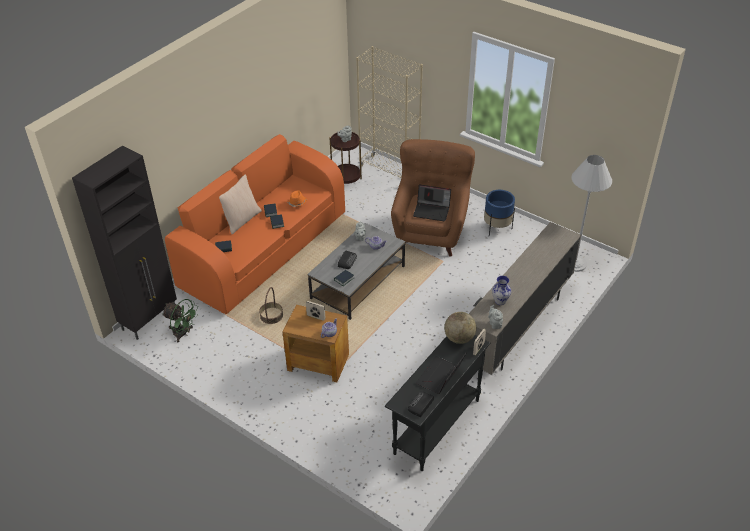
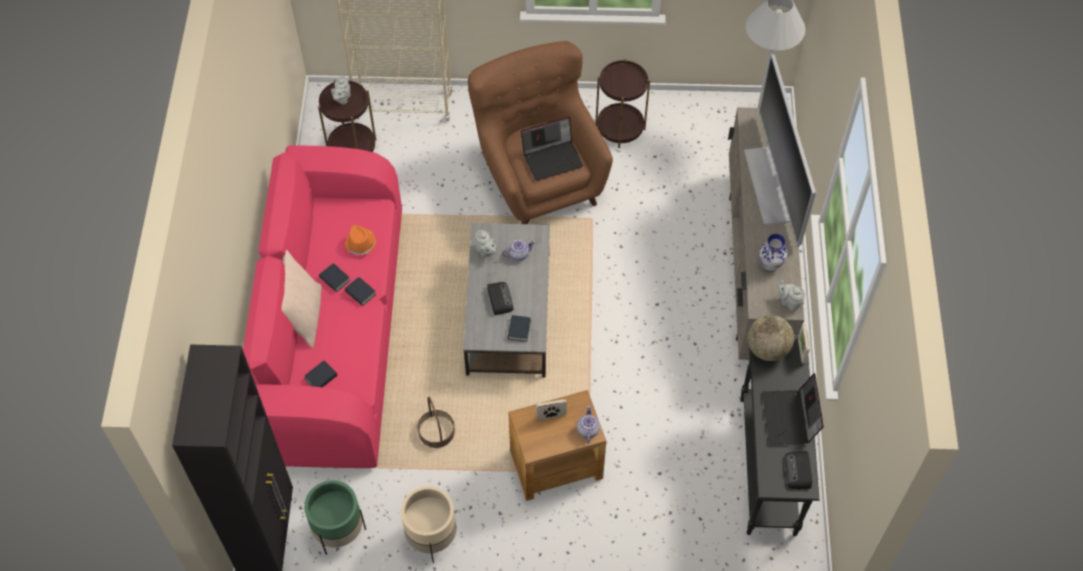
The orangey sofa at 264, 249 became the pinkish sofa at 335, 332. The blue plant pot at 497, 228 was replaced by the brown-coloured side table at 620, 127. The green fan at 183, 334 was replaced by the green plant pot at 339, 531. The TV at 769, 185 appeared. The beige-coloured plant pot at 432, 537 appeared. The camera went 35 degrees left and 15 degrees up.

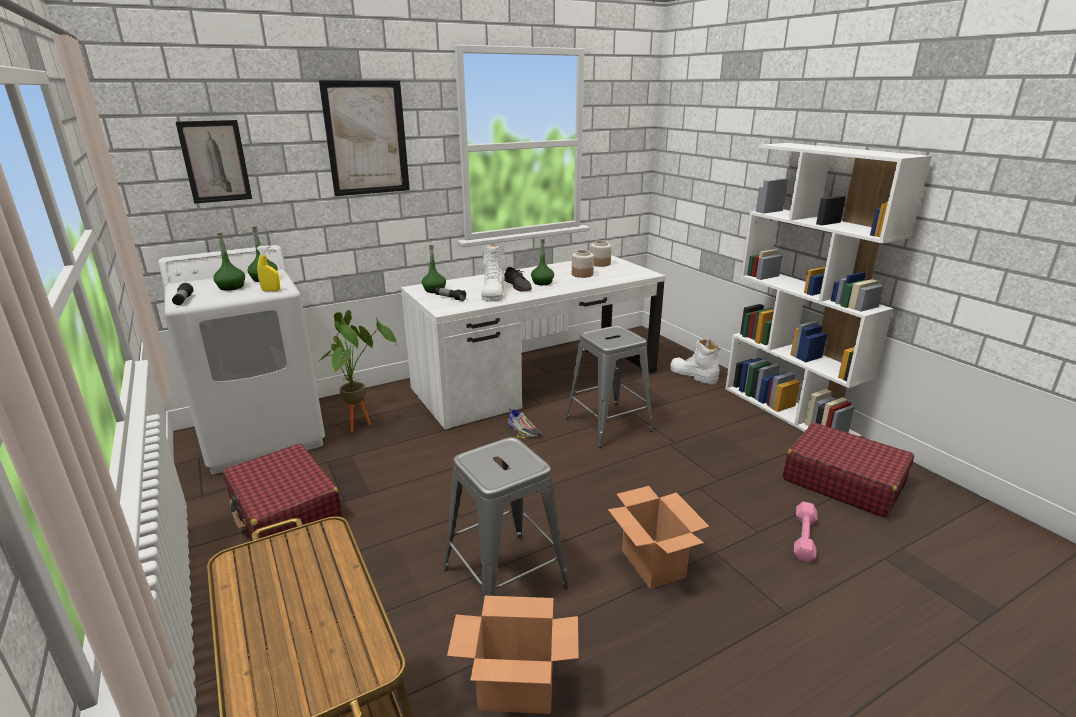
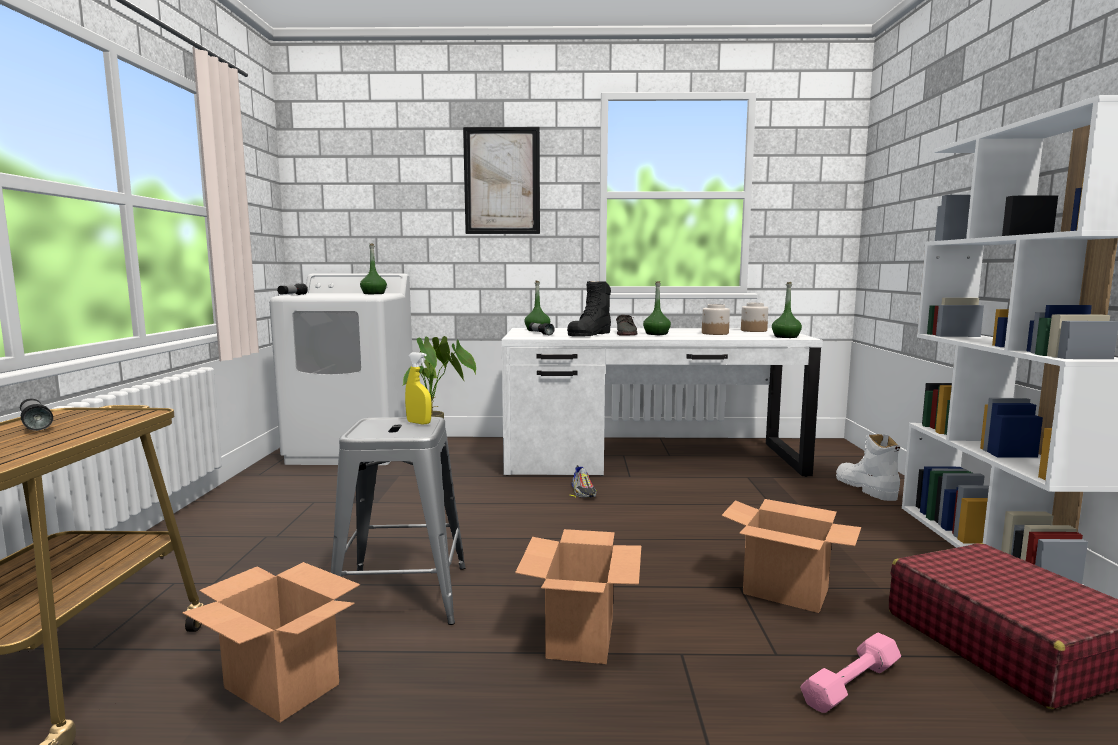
The wall art at 215, 161 disappeared. The green bottle moved from 231, 287 to 785, 337. The whitish boot at 493, 292 became the blackish boot at 590, 334. The yellow-coloured sprayer moved from 271, 290 to 419, 423. The gray sitting stool at 608, 424 disappeared. The red travel case at 285, 510 disappeared. The flashlight at 35, 424 appeared. The carton at 786, 592 appeared. The camera went 30 degrees right and 15 degrees down.

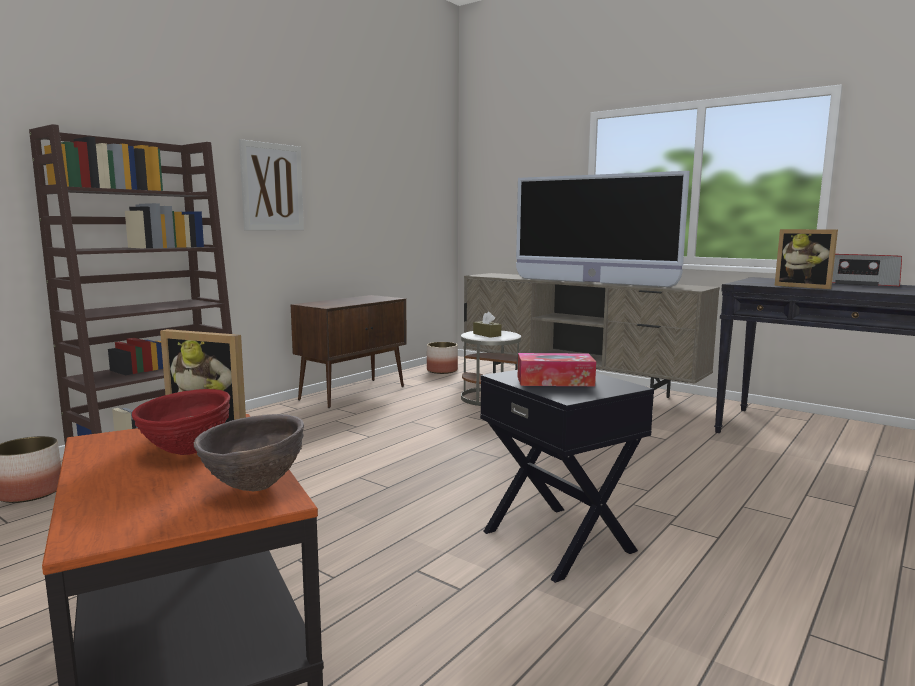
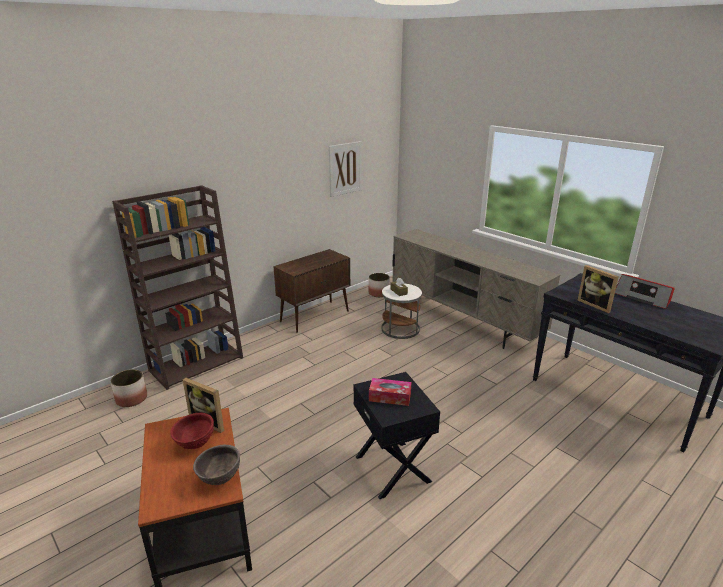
The wall art moved from 272, 187 to 345, 168. The TV at 592, 282 disappeared. The camera went 10 degrees right and 15 degrees up.

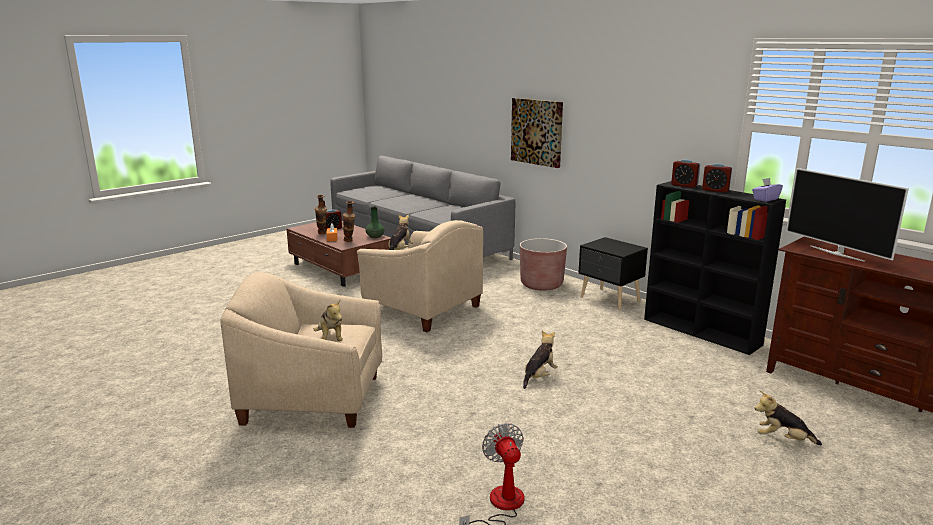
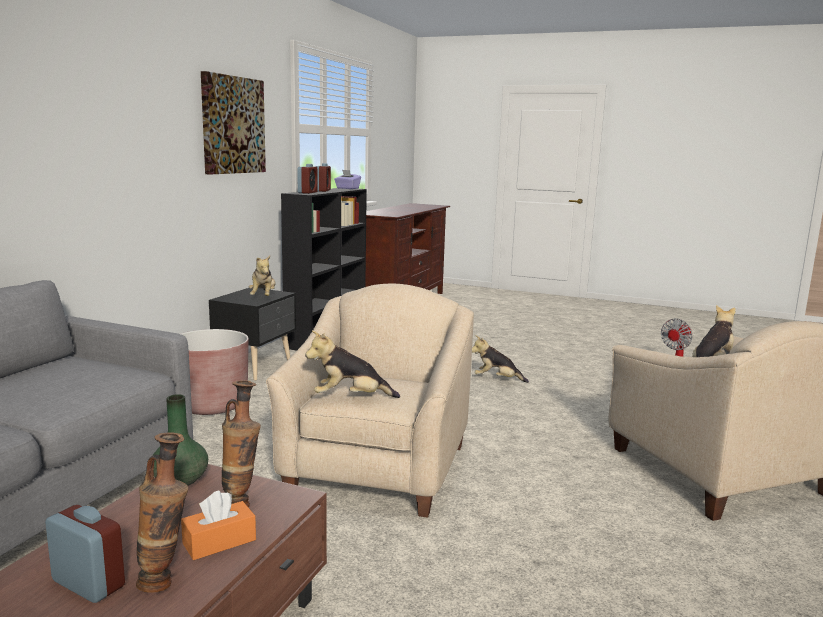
The wall art moved from 537, 132 to 232, 125. The TV at 837, 253 disappeared. The cuddly toy moved from 782, 439 to 263, 297. The camera went 115 degrees left and 5 degrees down.

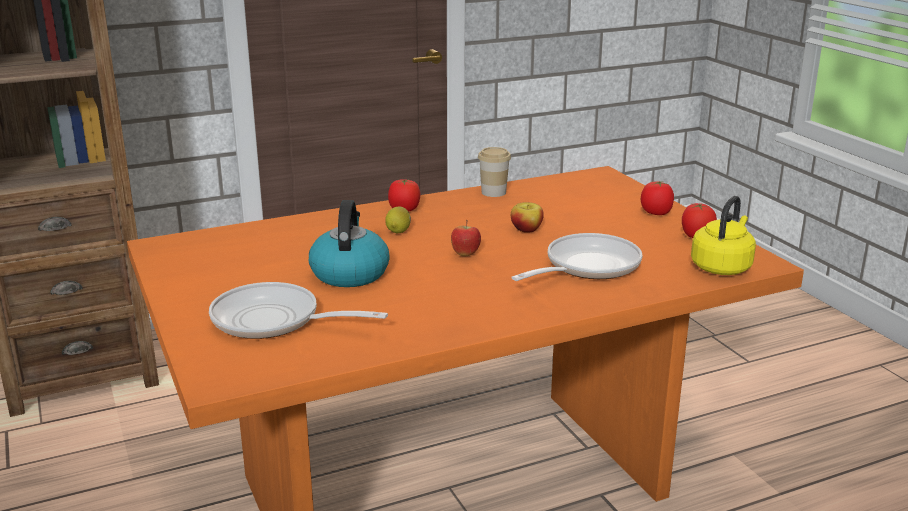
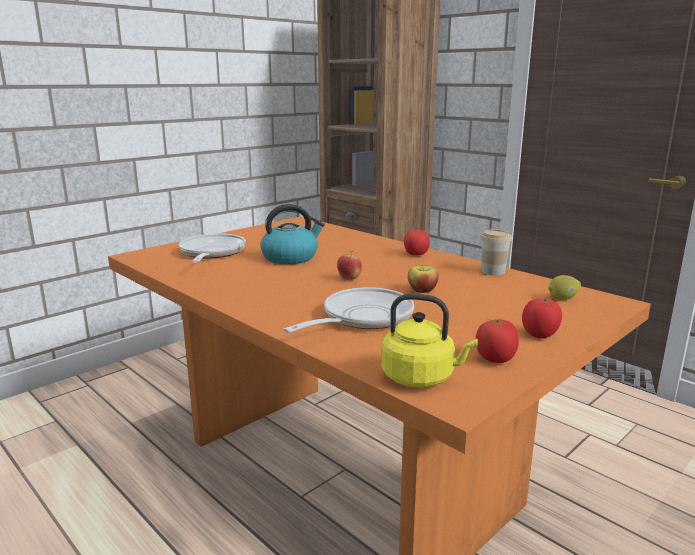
The citrus fruit moved from 398, 231 to 562, 299. The skillet at 586, 267 turned 75 degrees counterclockwise. The camera went 70 degrees right and 5 degrees down.

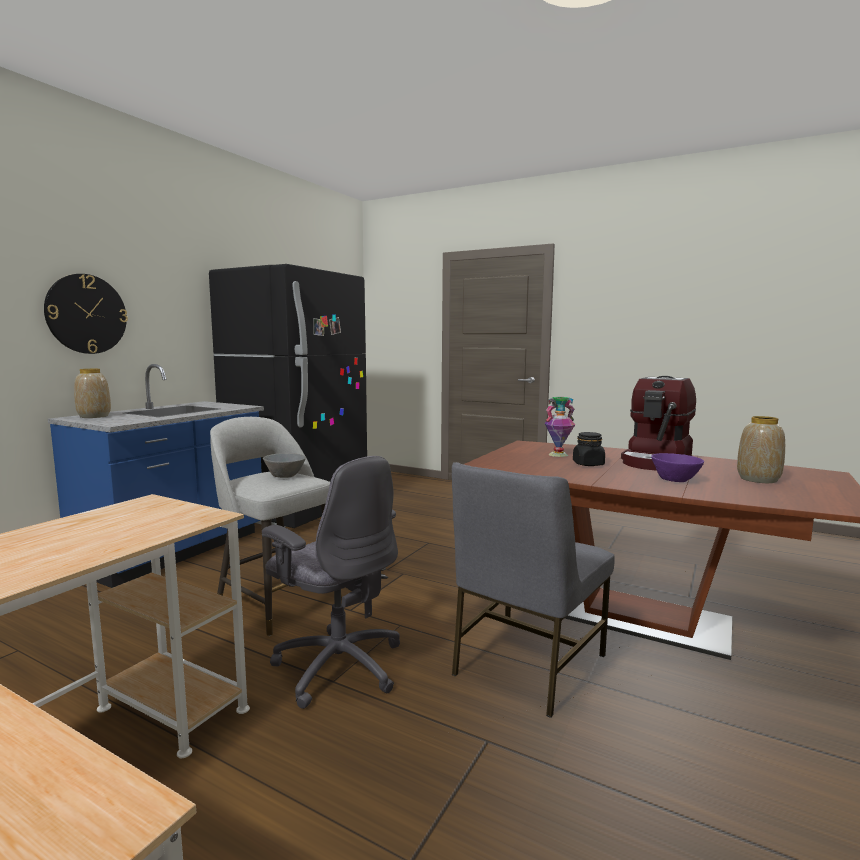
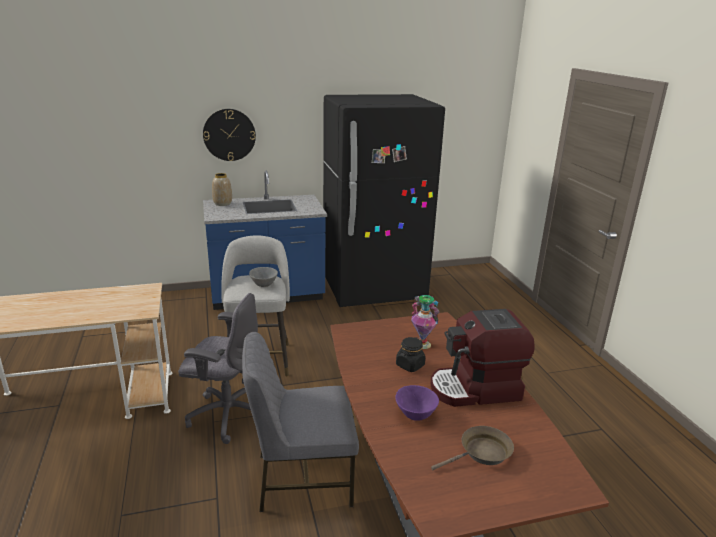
The flower vase at 758, 479 was replaced by the brown-coloured skillet at 482, 453. The gray office chair at 338, 665 turned 75 degrees counterclockwise. The camera went 45 degrees right and 15 degrees up.

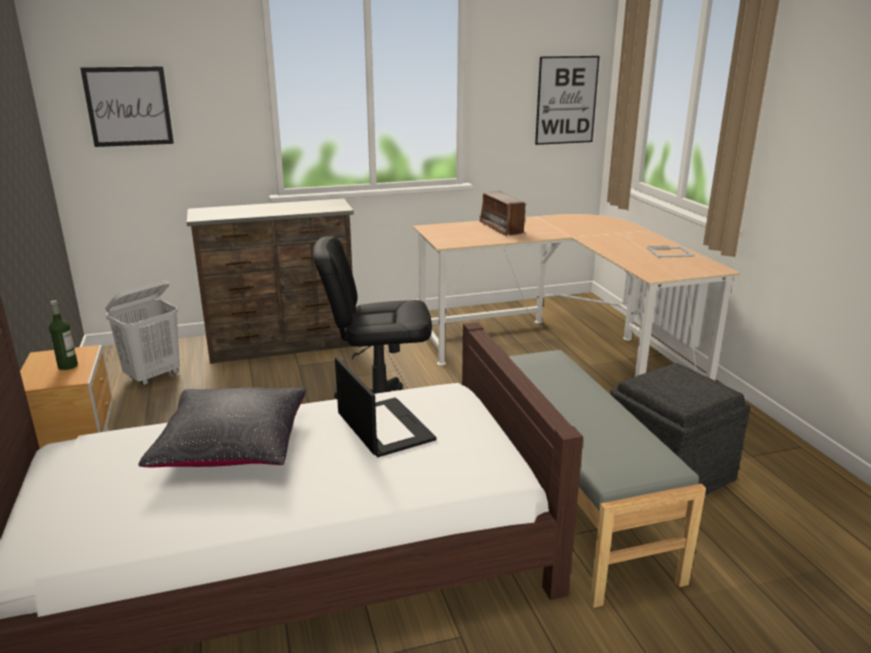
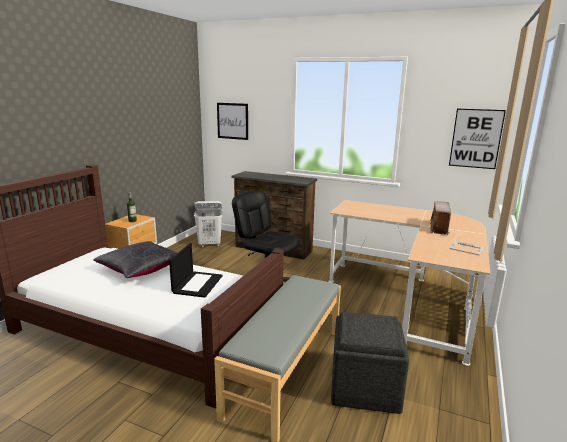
The radio moved from 502, 228 to 439, 228. The camera went 40 degrees right and 5 degrees down.

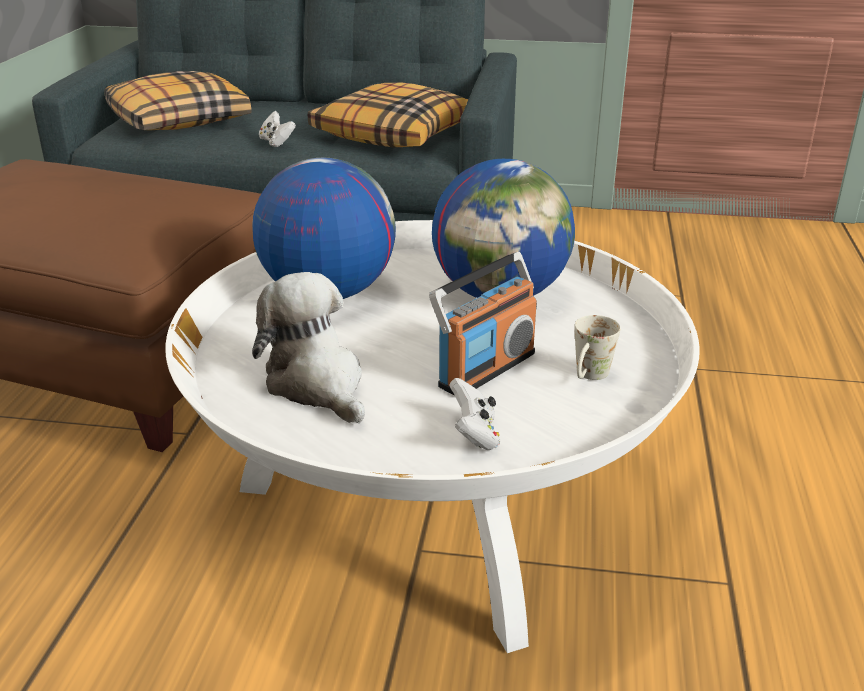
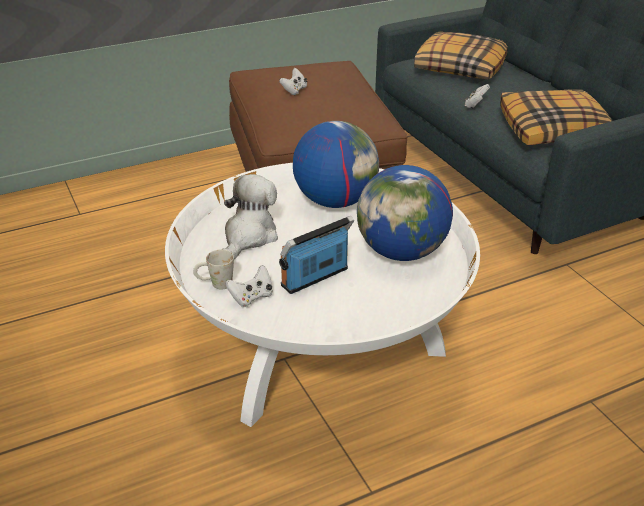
The radio at 486, 369 turned 135 degrees clockwise. The whitish mug moved from 589, 377 to 215, 284. The whitish joypad at 294, 91 appeared. The camera went 55 degrees right and 5 degrees up.

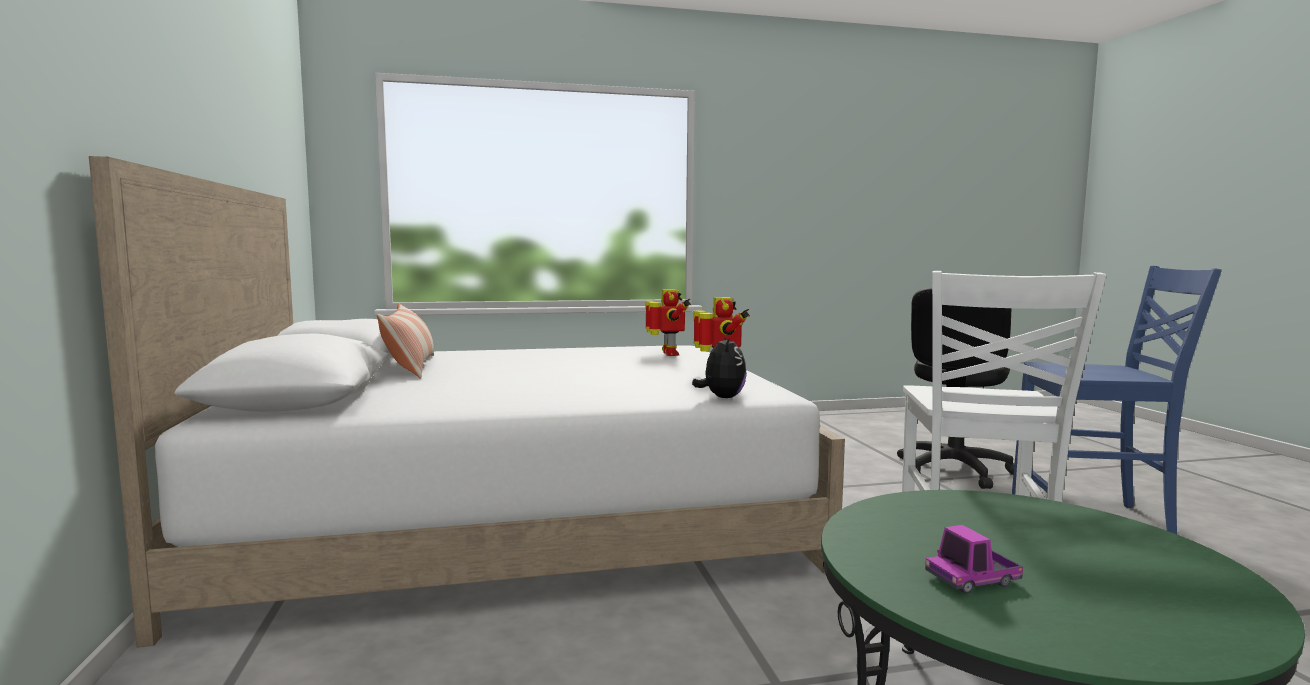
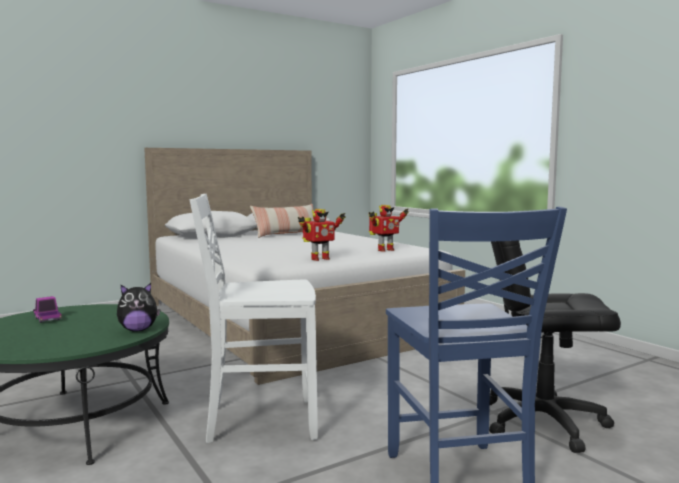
The cuddly toy moved from 721, 397 to 138, 330. The camera went 70 degrees right and 0 degrees up.

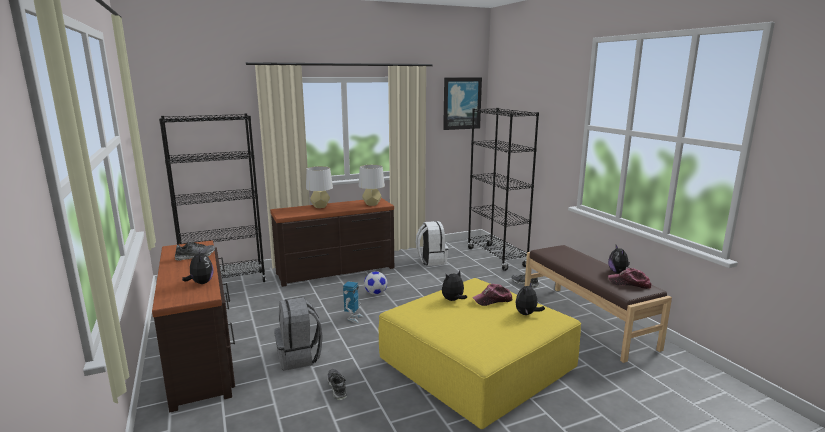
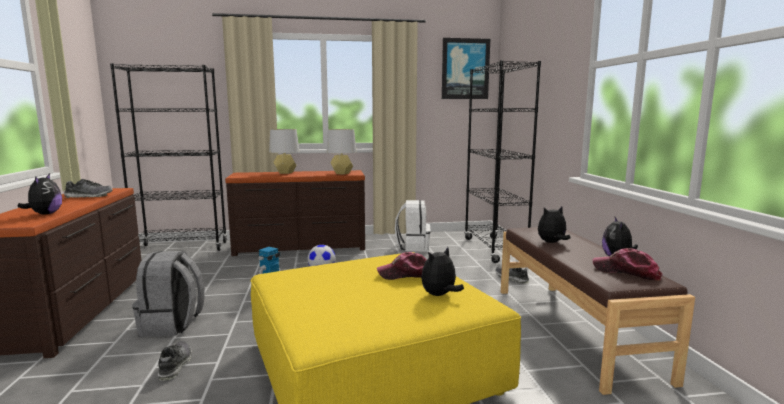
The cuddly toy moved from 453, 300 to 552, 243. The camera went 15 degrees right and 5 degrees down.

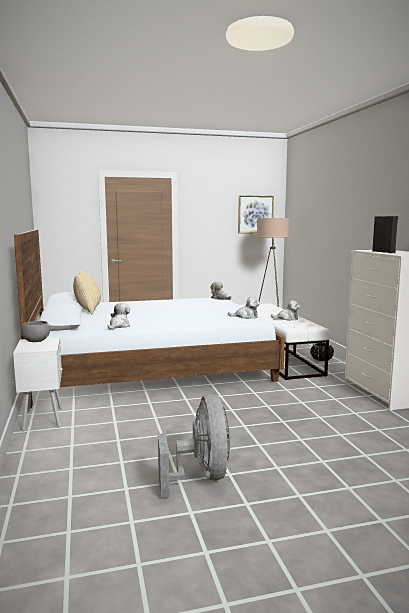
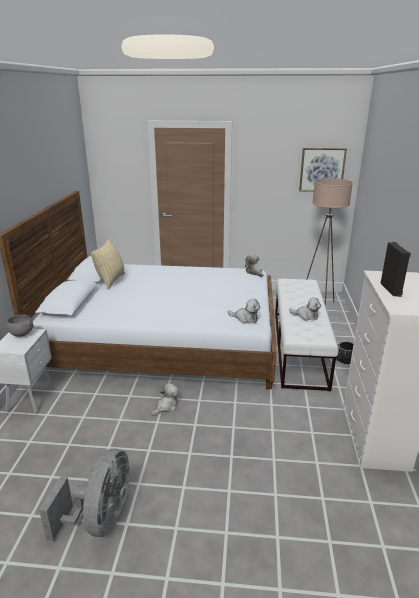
The cuddly toy moved from 119, 326 to 166, 406. The camera went 20 degrees right and 15 degrees up.

